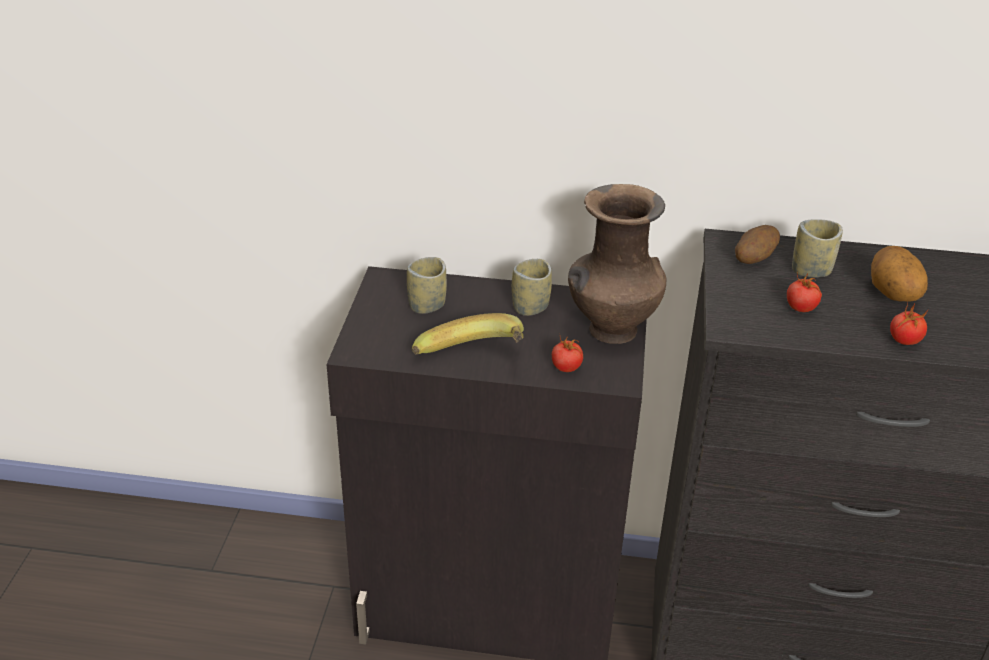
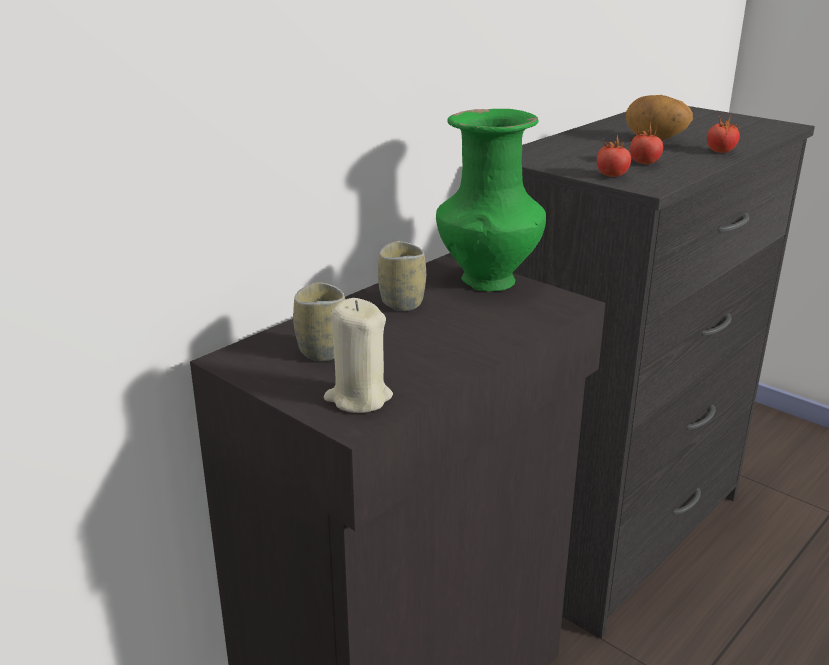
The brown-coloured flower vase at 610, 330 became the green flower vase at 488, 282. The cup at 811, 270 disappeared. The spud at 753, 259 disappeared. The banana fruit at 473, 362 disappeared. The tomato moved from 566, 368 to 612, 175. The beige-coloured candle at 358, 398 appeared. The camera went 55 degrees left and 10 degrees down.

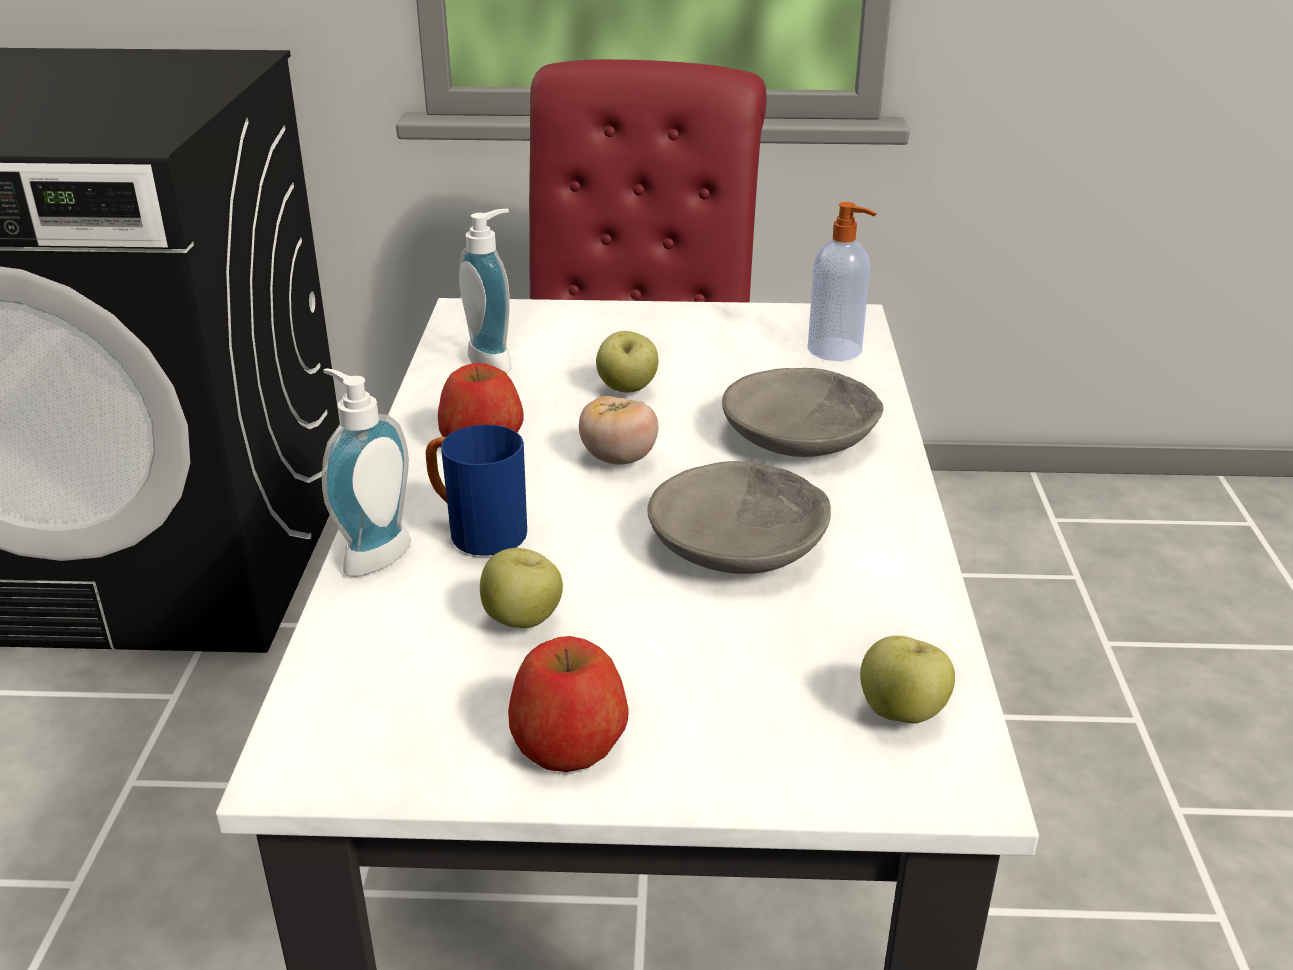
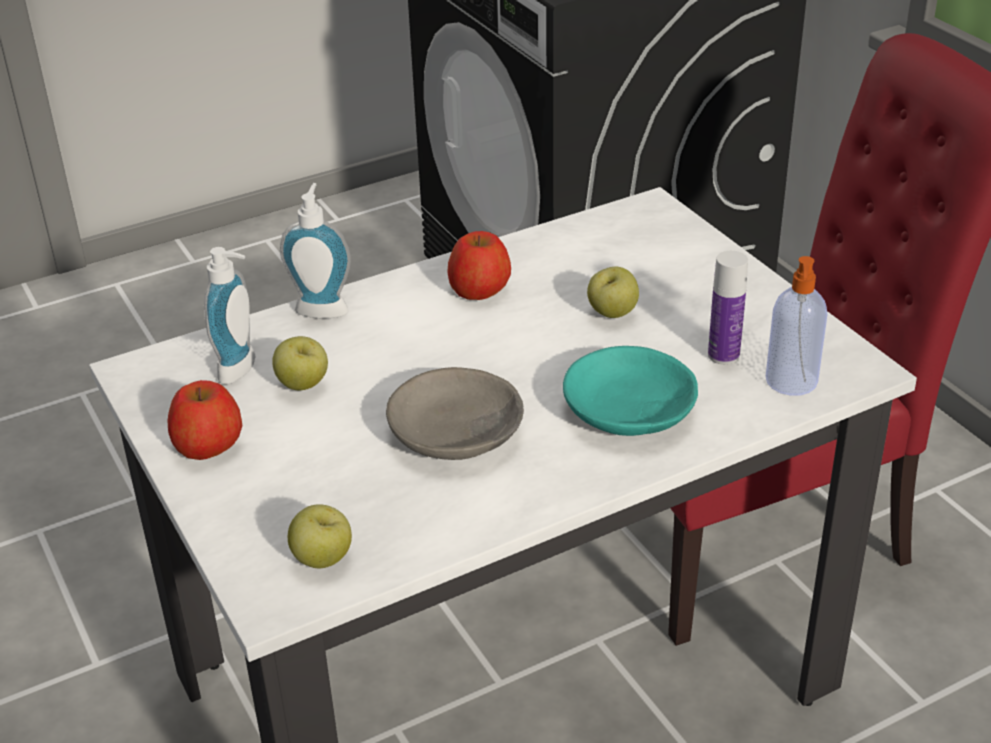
The soap bottle moved from 496, 361 to 243, 370. The gray serving bowl at 802, 434 became the turquoise-coloured serving bowl at 630, 411. The tomato at 619, 459 disappeared. The blue mug at 476, 531 disappeared. The bottle at 723, 355 appeared. The camera went 60 degrees right and 5 degrees up.

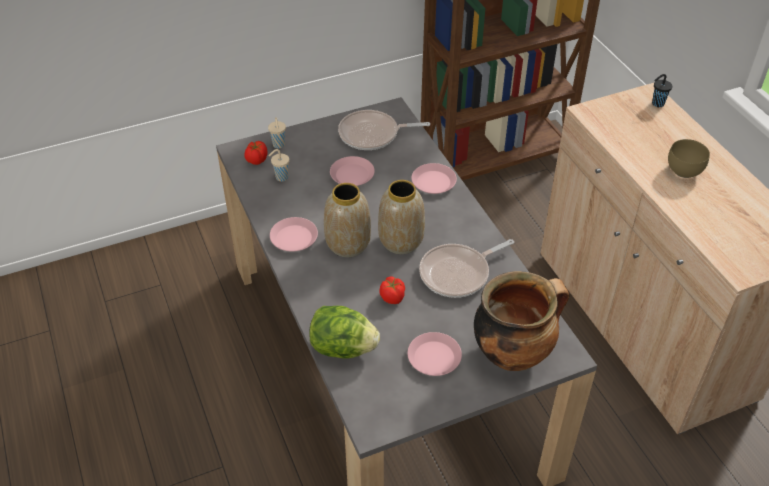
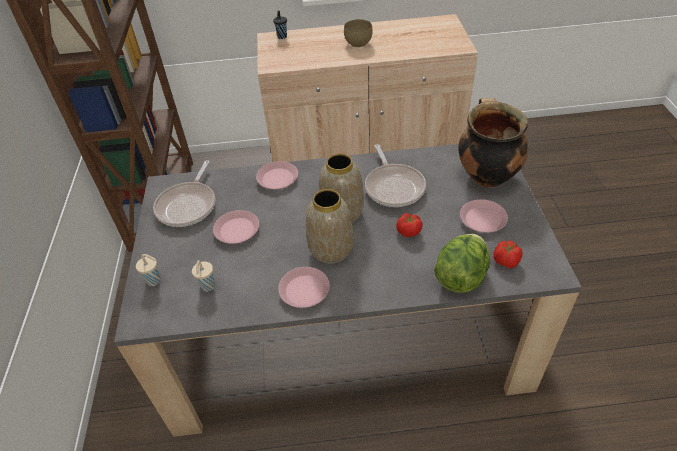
The tomato moved from 256, 160 to 506, 261. The camera went 70 degrees left and 0 degrees up.

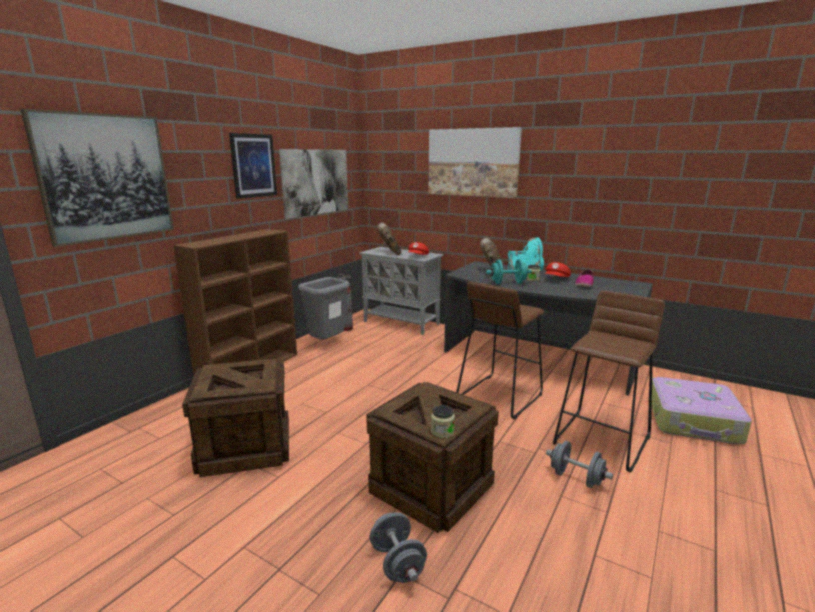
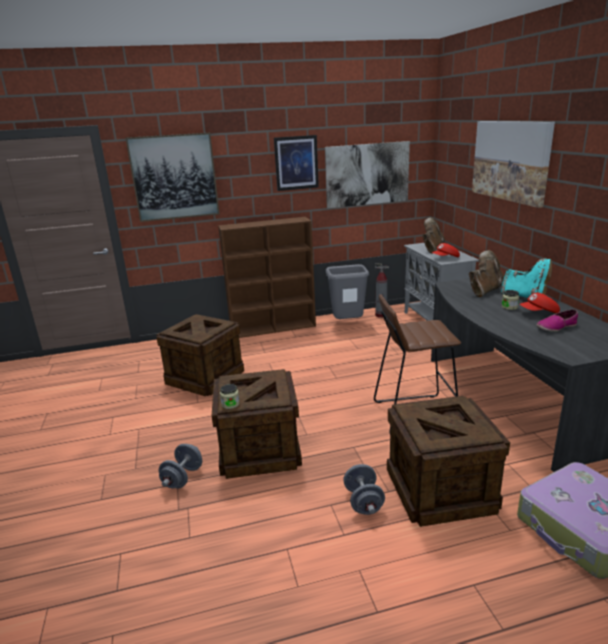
The turquoise-coloured dumbbell at 508, 283 disappeared. The brown-coloured sitting stool at 602, 440 was replaced by the shipping crate at 441, 490. The camera went 45 degrees right and 5 degrees up.

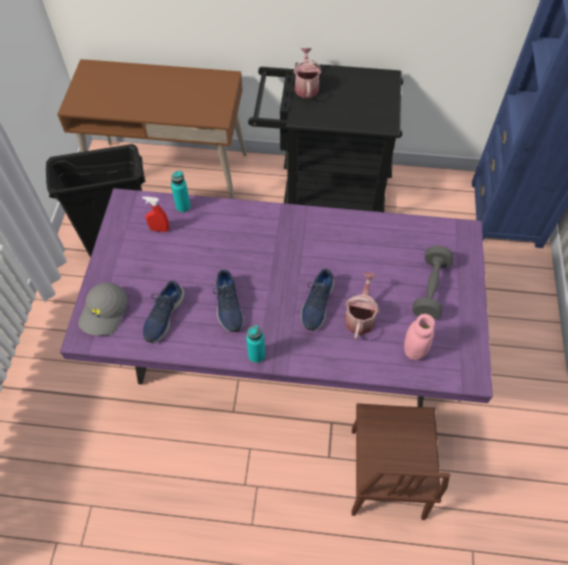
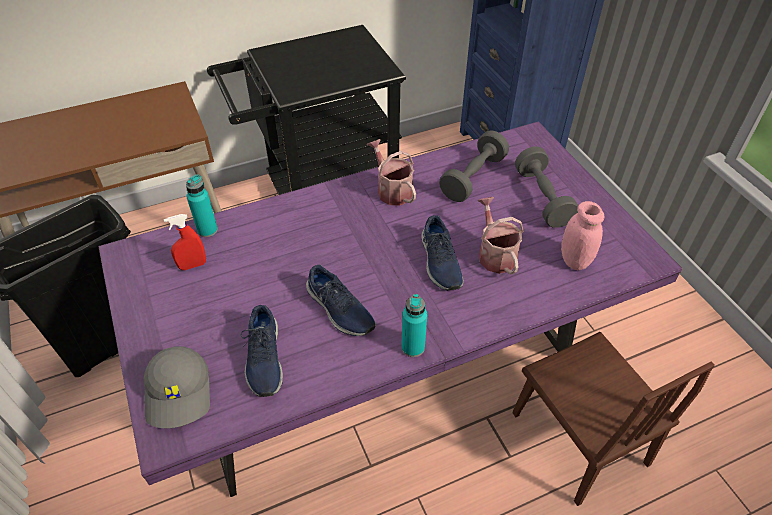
The watering pot moved from 306, 86 to 392, 190. The gray dumbbell at 473, 178 appeared. The camera went 30 degrees left and 10 degrees down.

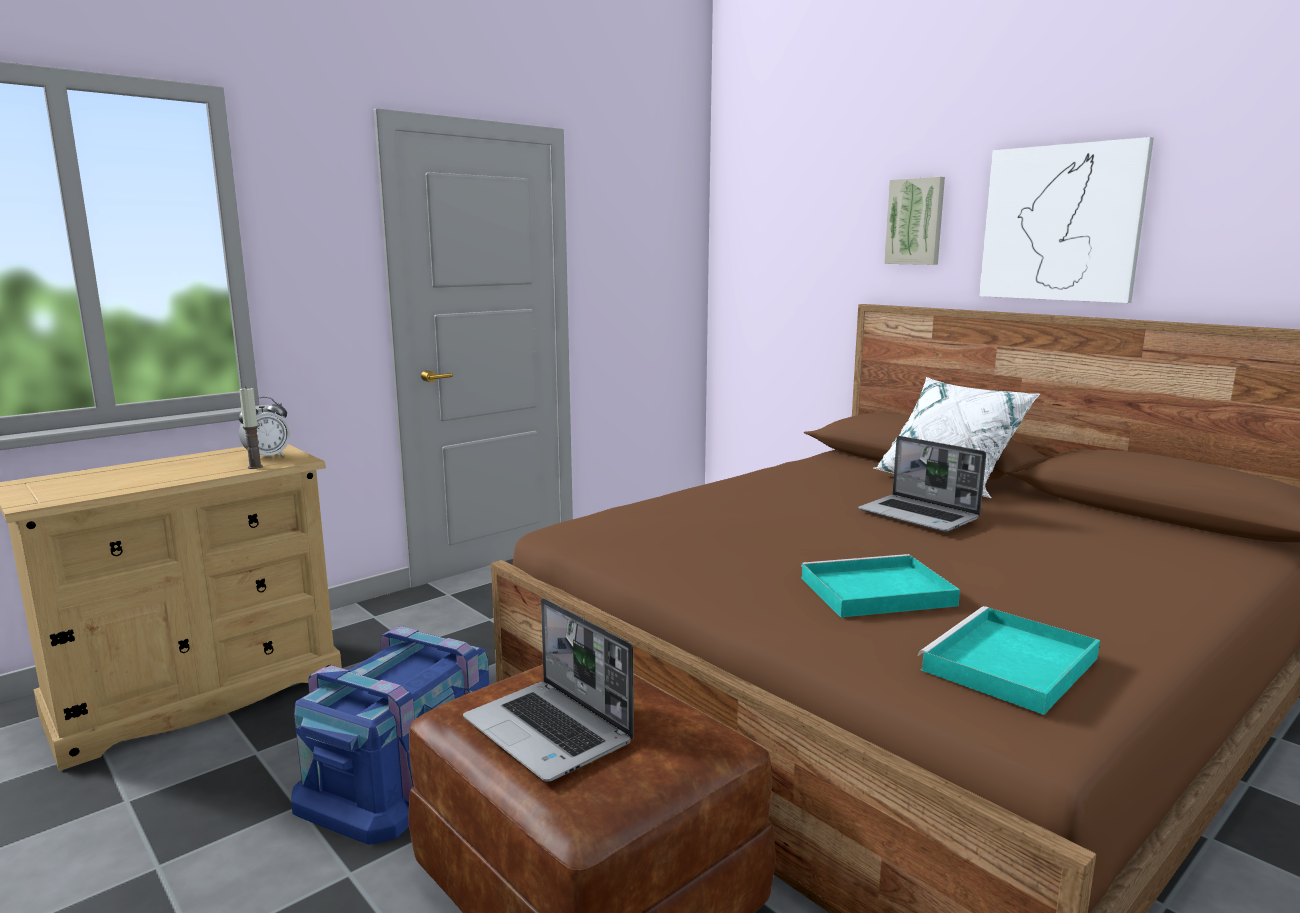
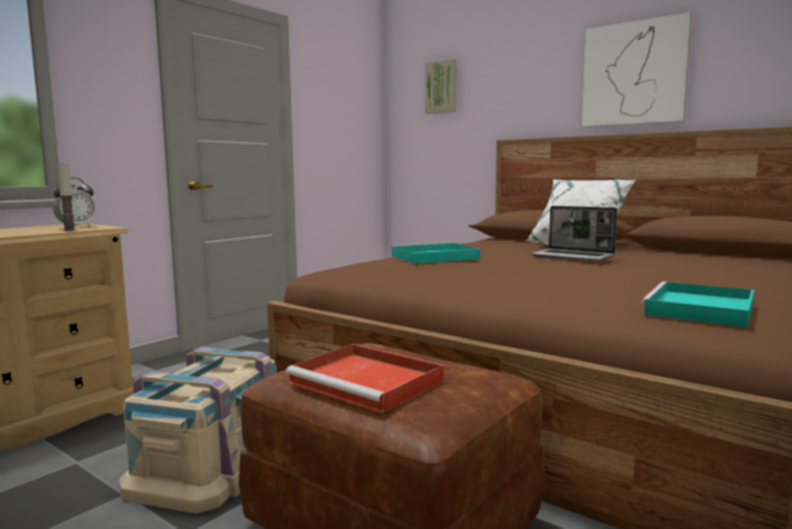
The wall art moved from 915, 221 to 441, 87. The turquoise-coloured tray moved from 874, 592 to 433, 257. The notebook computer at 550, 732 was replaced by the red tray at 369, 382. The blue storage container at 403, 770 became the beige-coloured storage container at 210, 462. The camera went 10 degrees left and 5 degrees down.

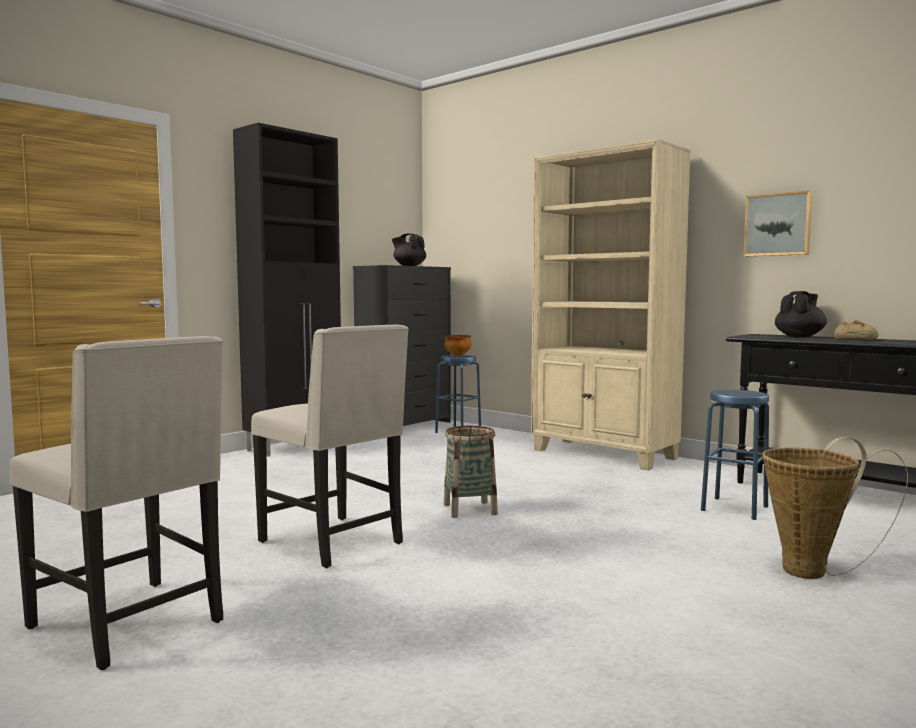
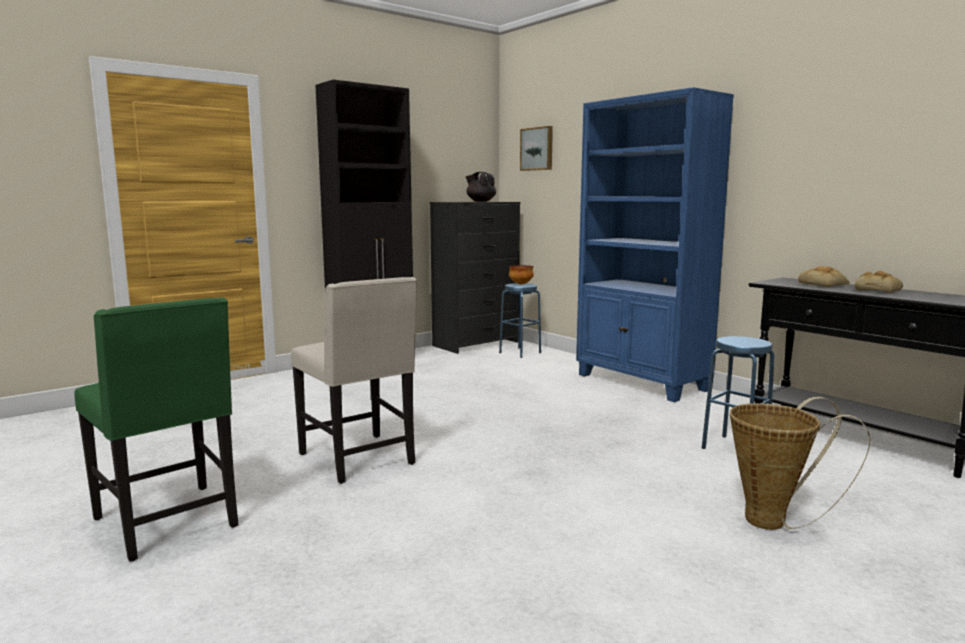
The beige-coloured bookcase at 604, 454 became the blue bookcase at 642, 383. The wall art moved from 778, 224 to 537, 149. The blackish pot for tea at 800, 336 was replaced by the bakery bread at 824, 284. The beige-coloured upright chair at 131, 624 became the green upright chair at 169, 523. The basket at 469, 509 disappeared. The camera went 10 degrees right and 5 degrees up.

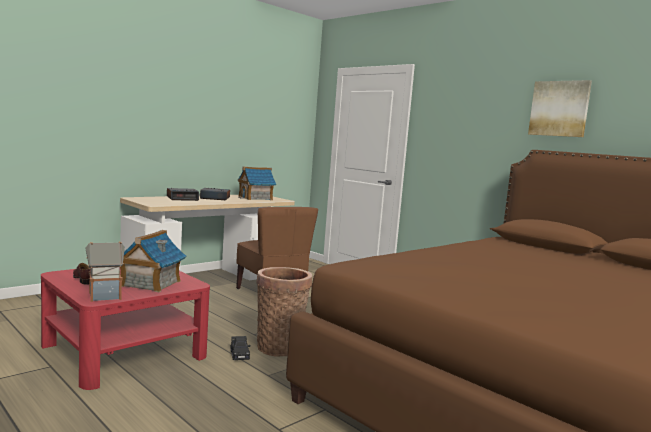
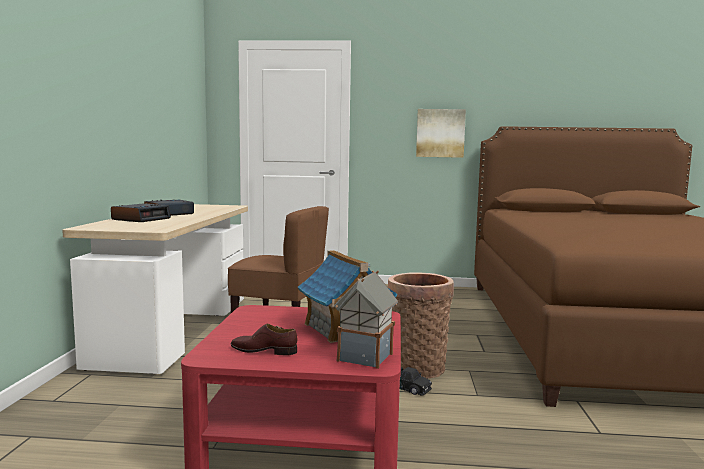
The wall art moved from 559, 108 to 440, 133. The model house at 255, 198 disappeared. The camera went 40 degrees left and 0 degrees up.

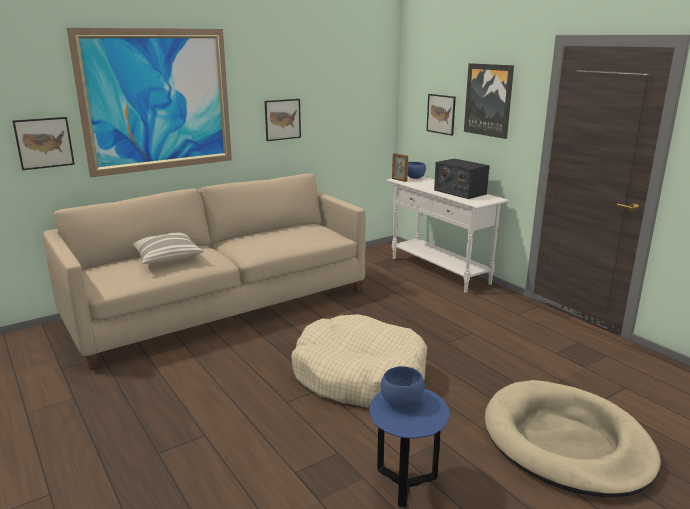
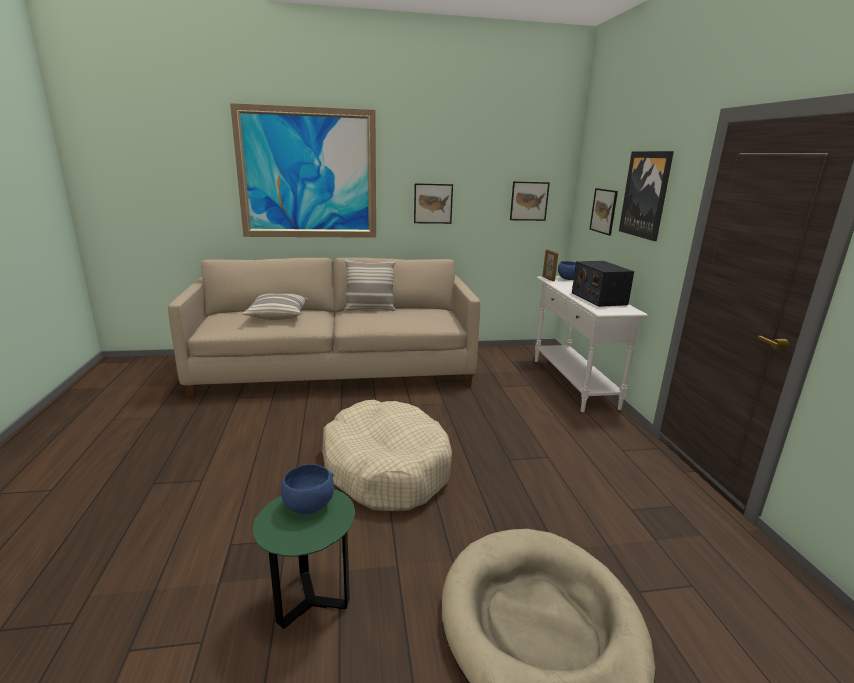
The wall art moved from 44, 143 to 529, 201. The blue side table at 405, 485 became the green side table at 311, 602. The cushion at 370, 309 appeared. The camera went 25 degrees right and 0 degrees up.

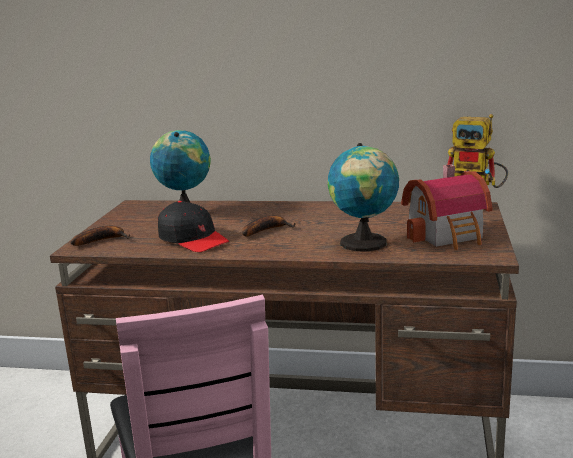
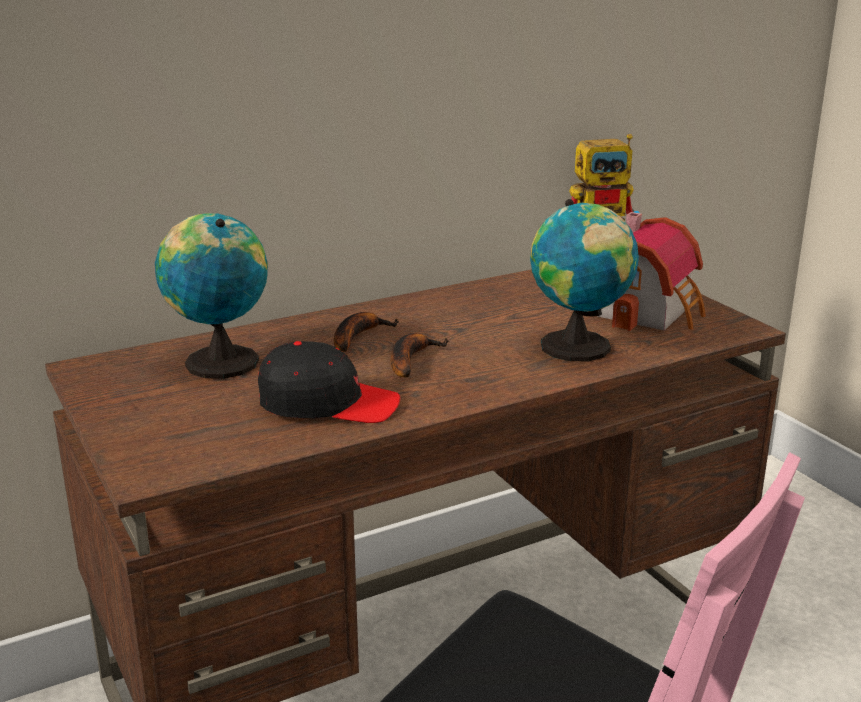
The banana fruit moved from 102, 240 to 357, 337. The camera went 40 degrees left and 5 degrees up.

